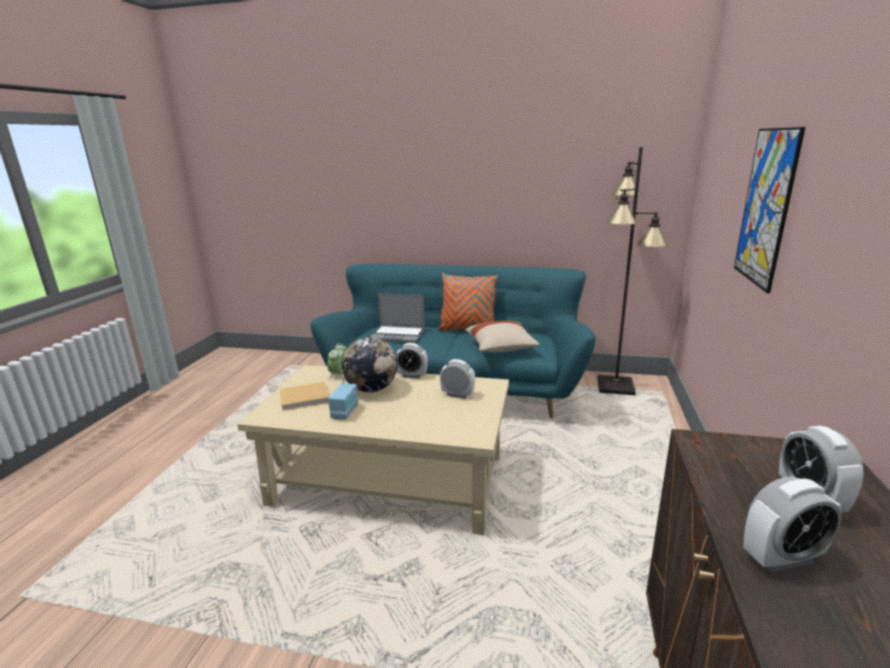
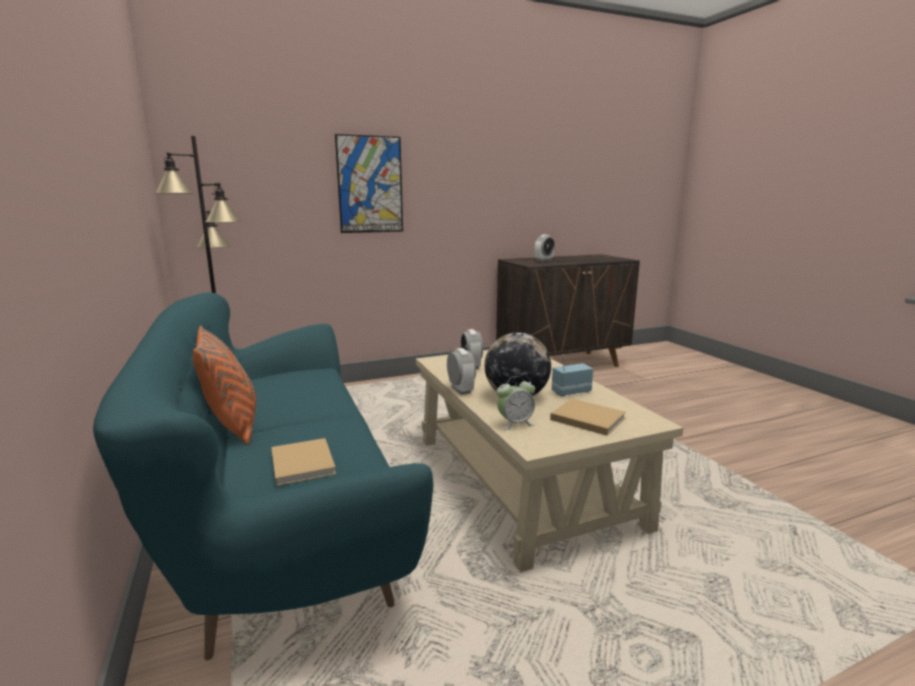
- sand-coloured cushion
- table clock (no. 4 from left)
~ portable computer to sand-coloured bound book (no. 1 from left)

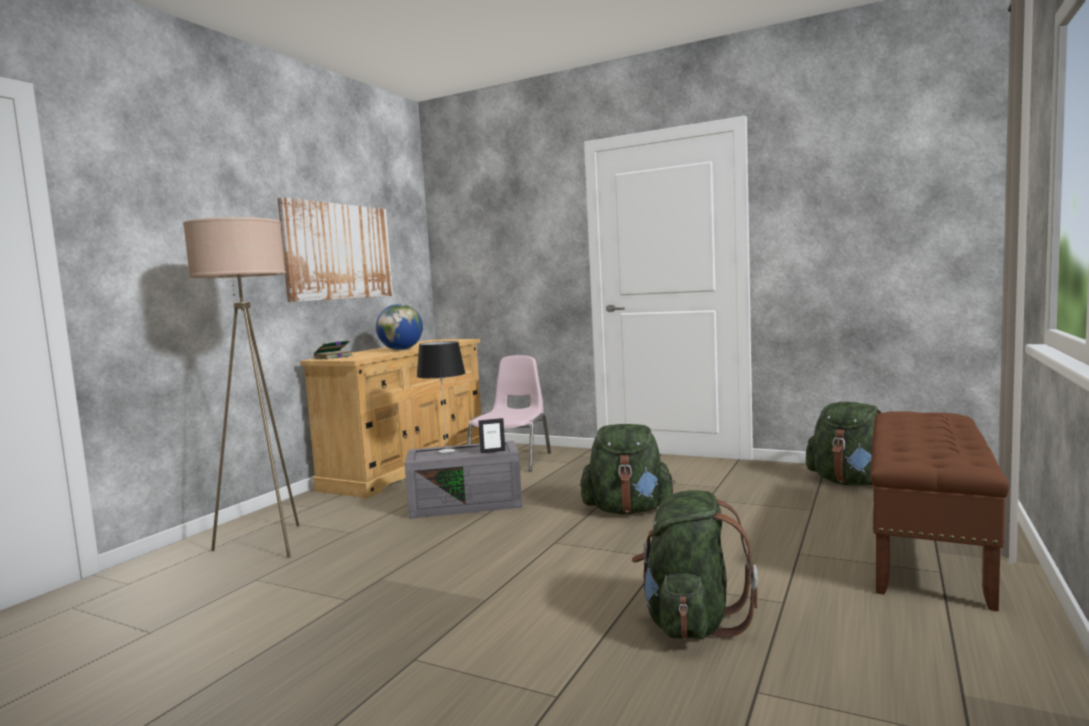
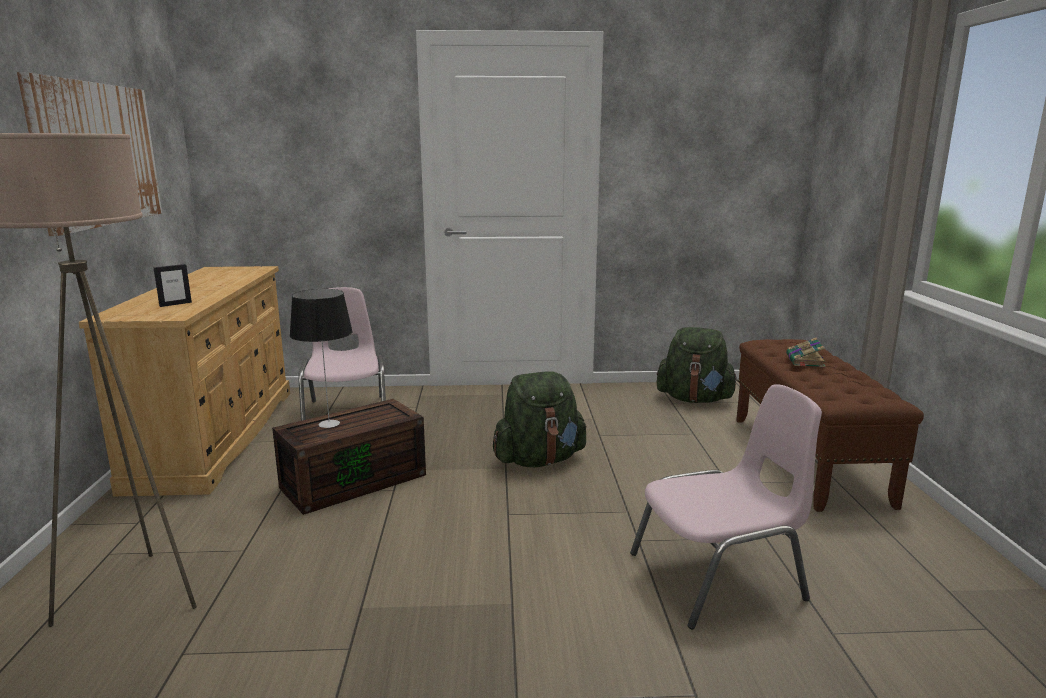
- desk globe
~ bound book
~ picture frame
~ green-coloured backpack (no. 2 from left) to pink-coloured chair (no. 2 from left)
~ gray storage box to brown storage box

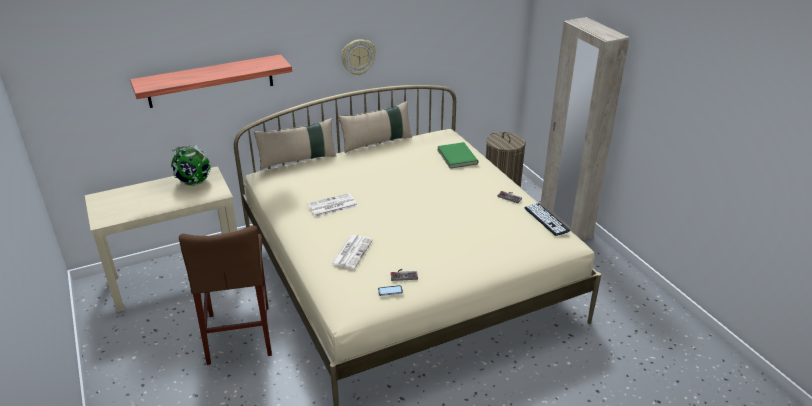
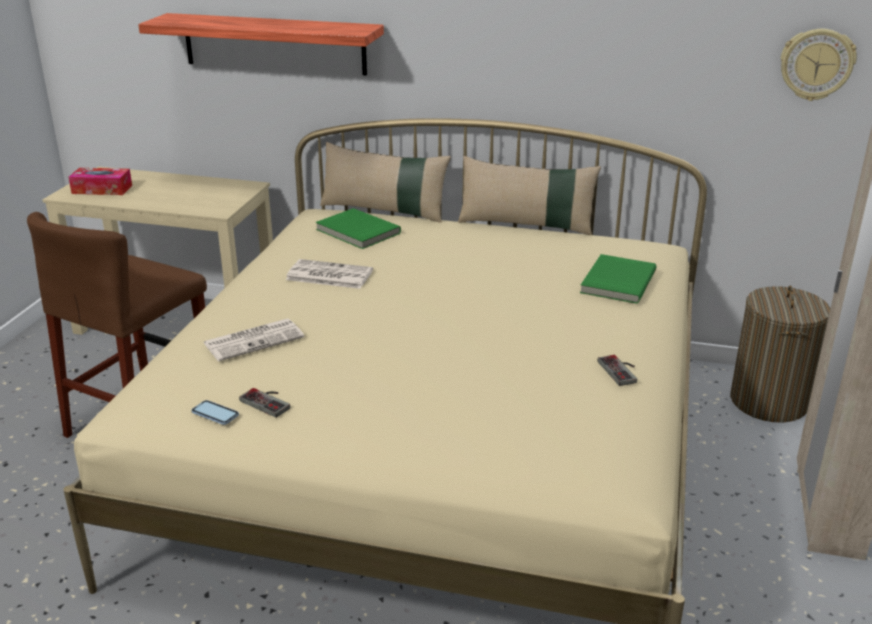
- desk globe
- PC keyboard
+ tissue box
+ green-coloured bound book (no. 1 from left)
~ wall clock

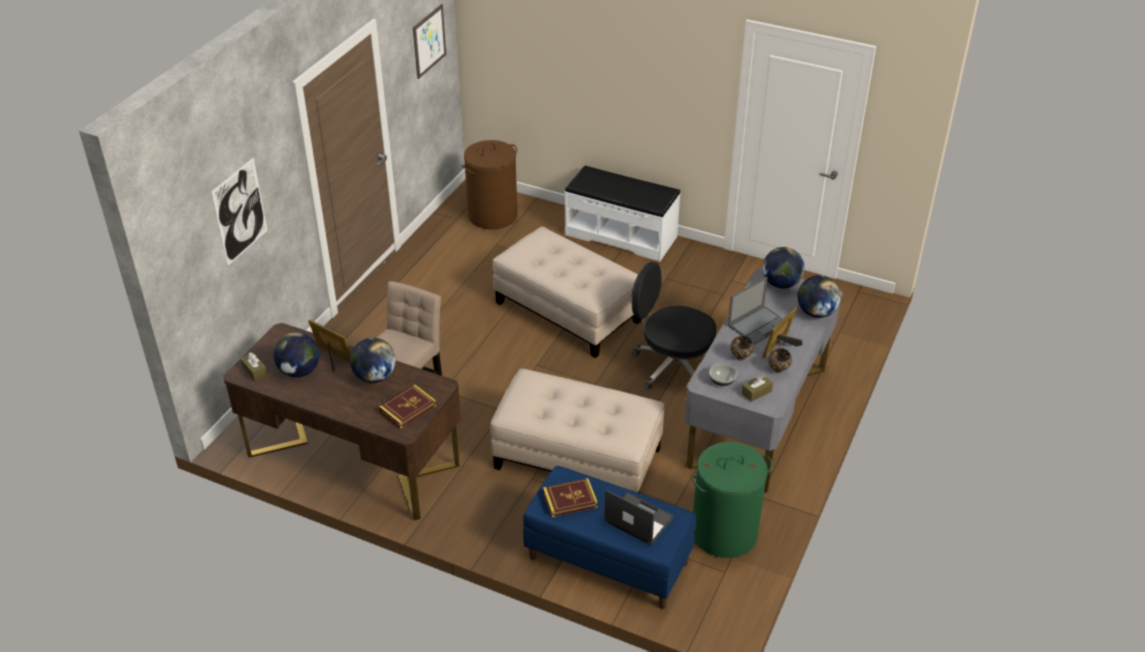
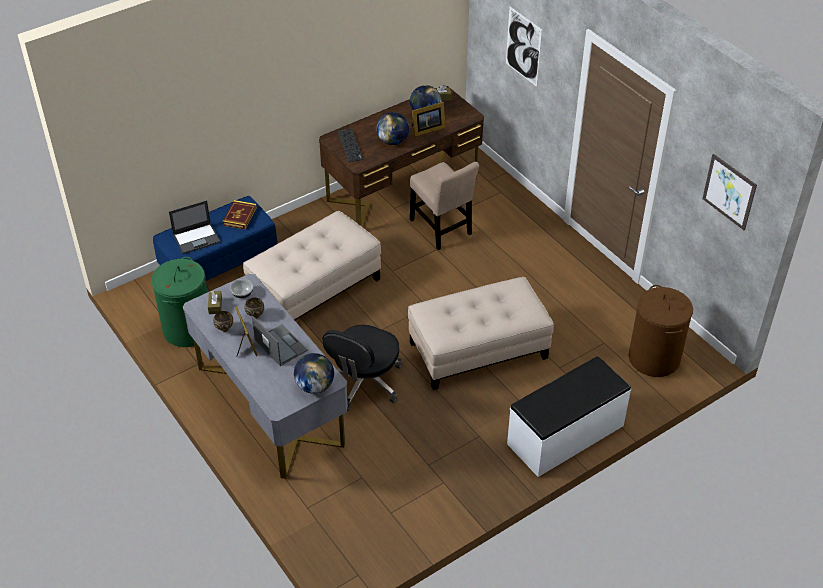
- desk globe (no. 4 from left)
~ bound book (no. 1 from left) to PC keyboard
~ black-coloured office chair 150 degrees clockwise
~ portable computer (no. 2 from left) 150 degrees clockwise

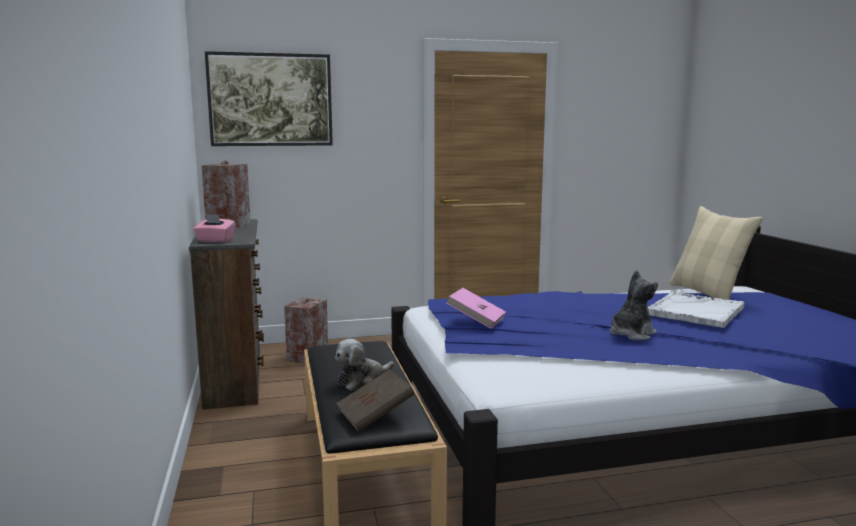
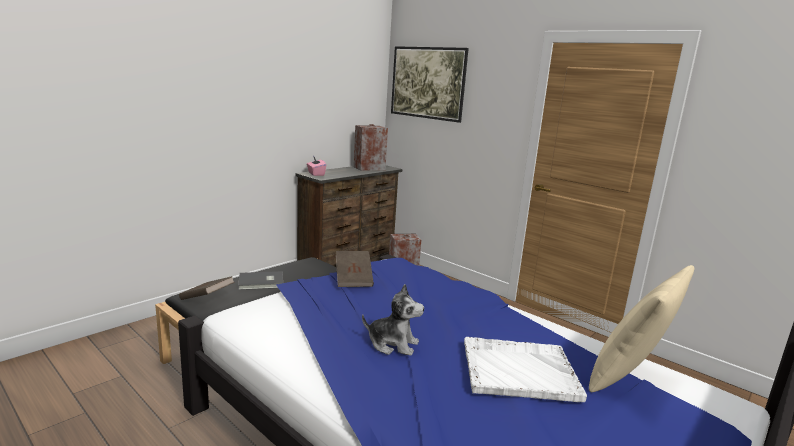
~ cuddly toy (no. 1 from left) to gray bound book
~ pink-coloured bound book to brown bound book (no. 2 from left)

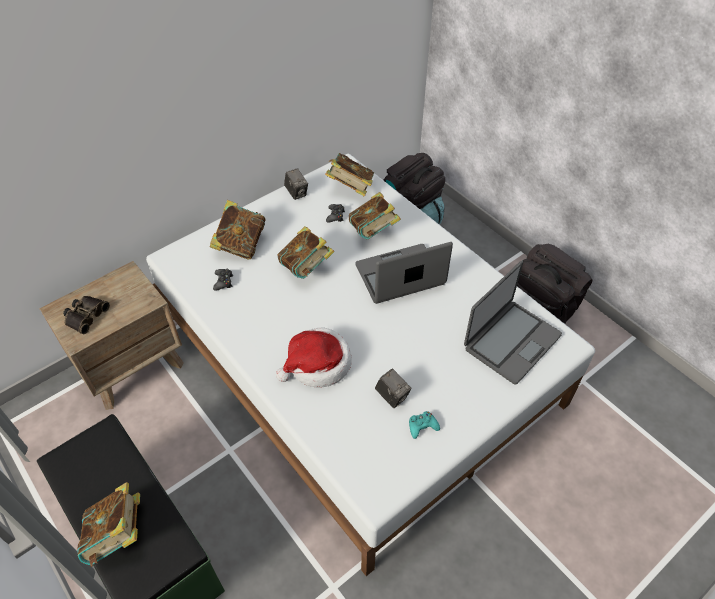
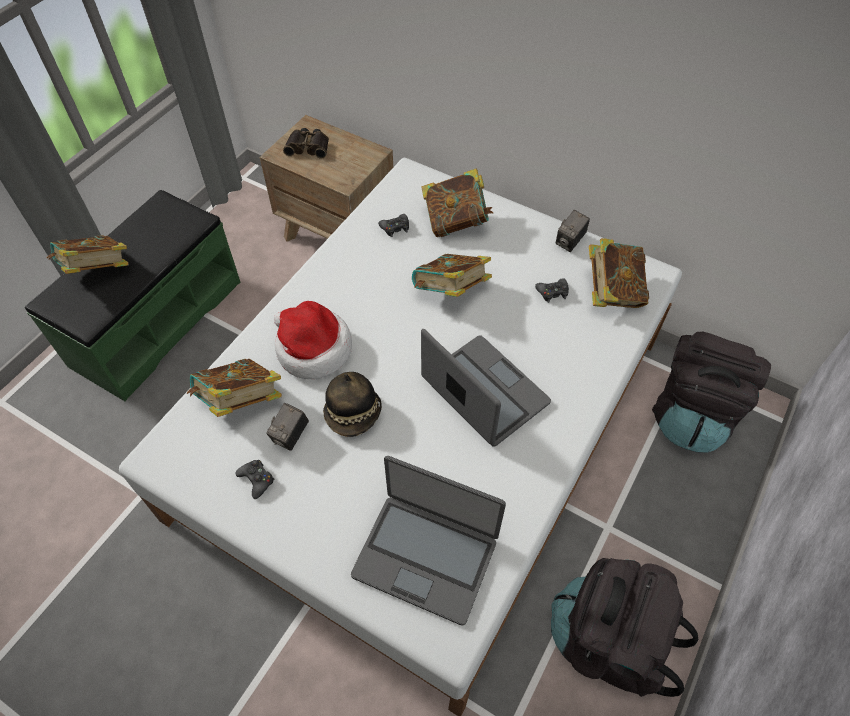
+ clothing hat (no. 2 from left)
~ bound book (no. 5 from left in the first image) to bound book (no. 2 from left)
~ turquoise gamepad to black-coloured gamepad (no. 1 from left)

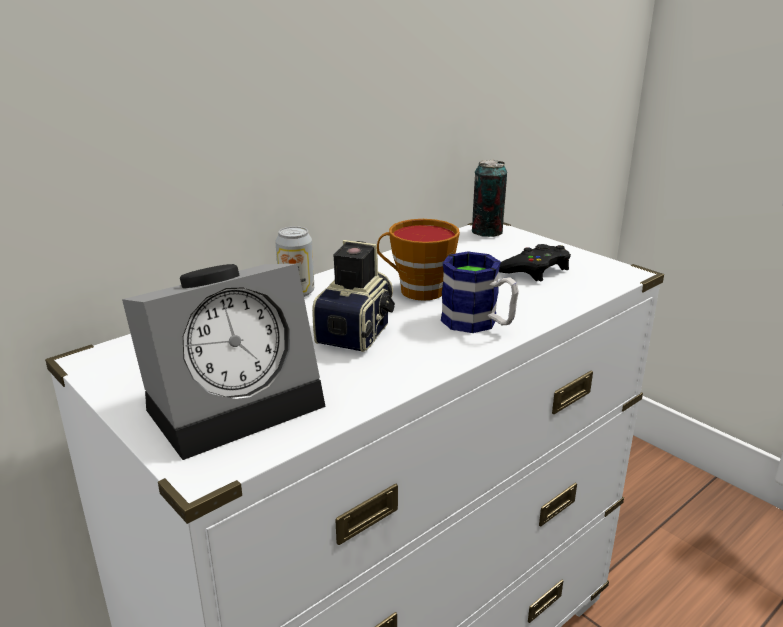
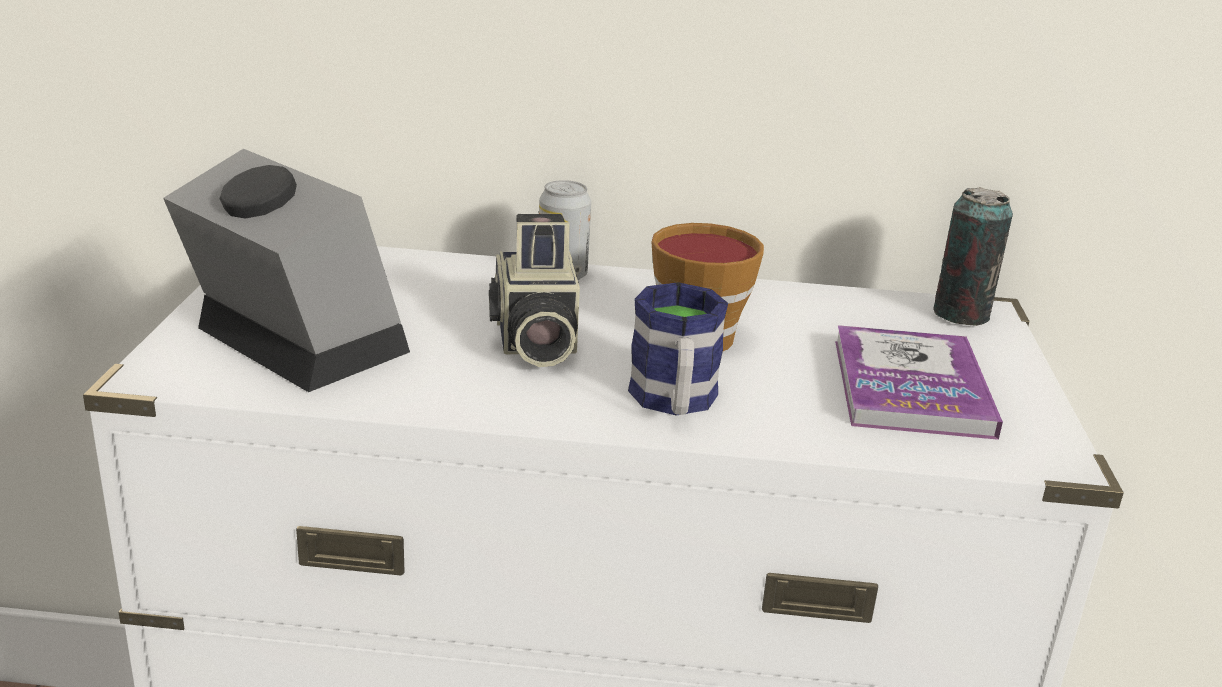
~ black-coloured gamepad to bound book
~ table clock 150 degrees counterclockwise
~ still camera 105 degrees clockwise

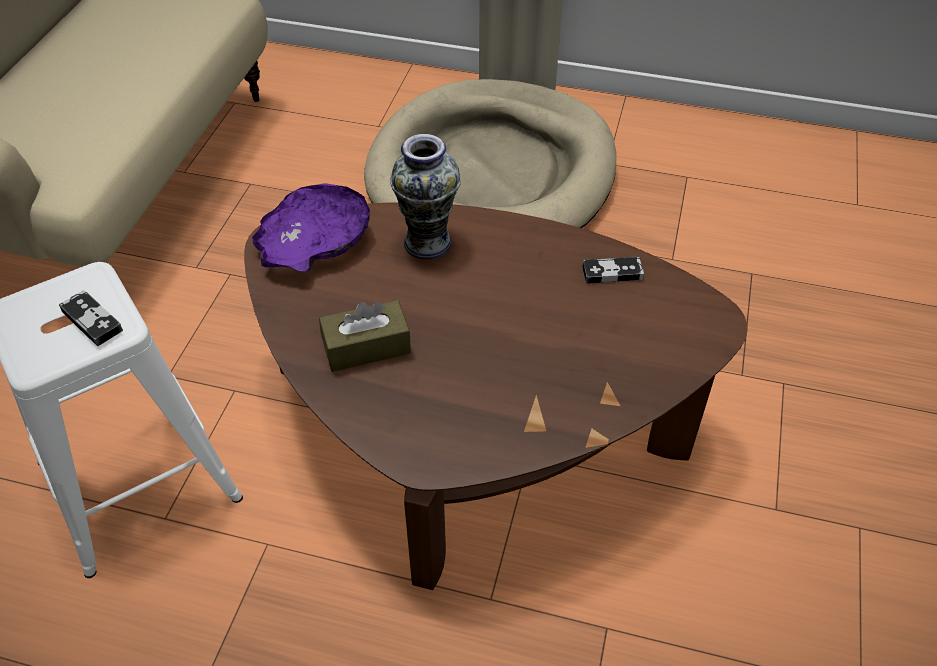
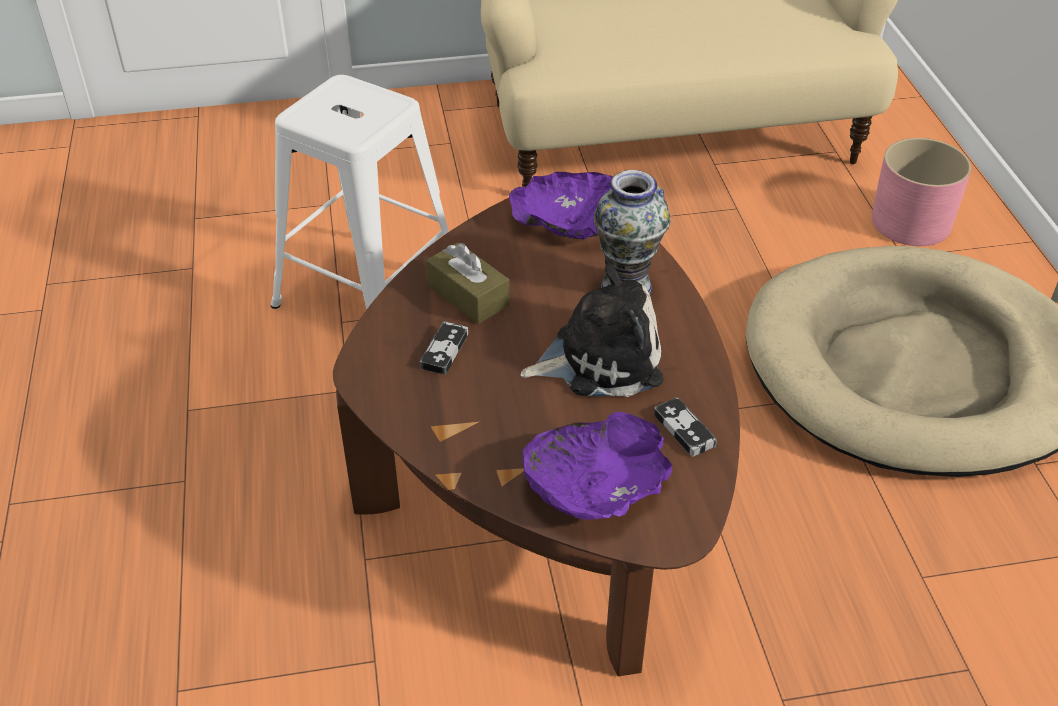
+ cuddly toy
+ purplish deep dish (no. 2 from left)
+ pink-coloured plant pot
~ gamepad (no. 1 from left)

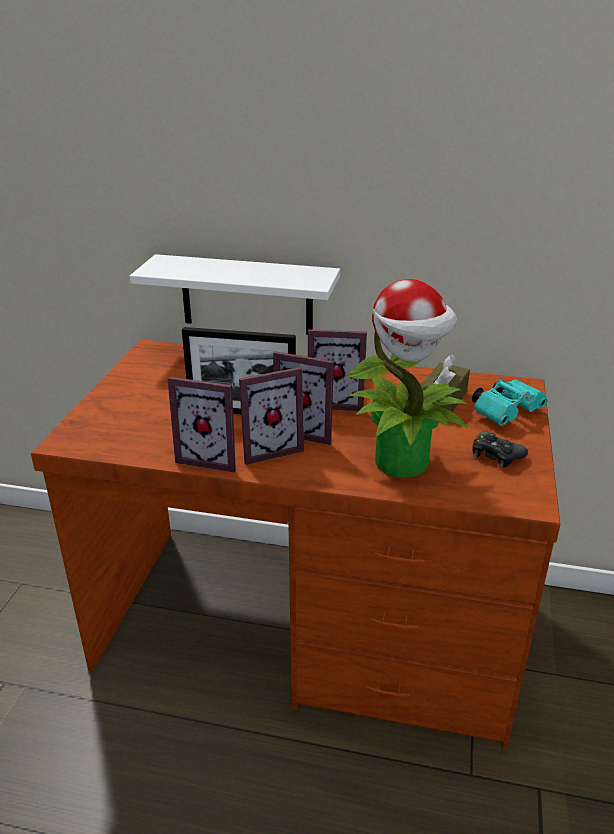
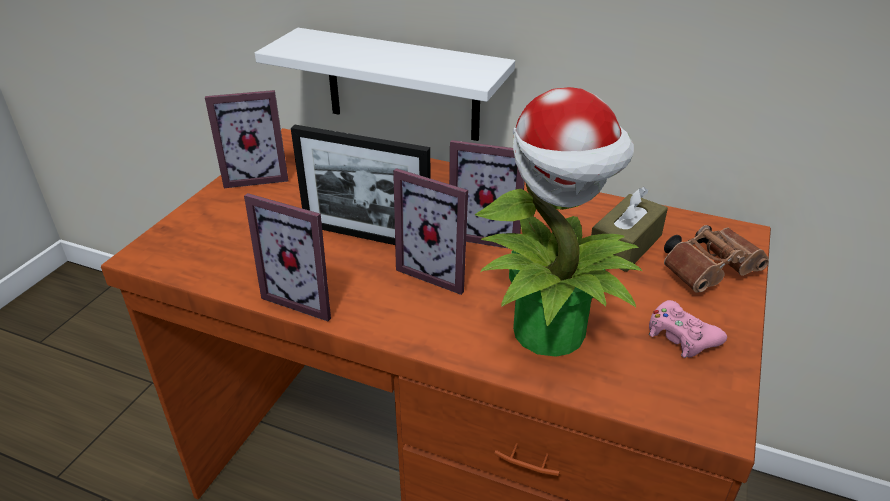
~ picture frame (no. 3 from left in the first image) to picture frame (no. 1 from left)
~ turquoise pair of binoculars to brown pair of binoculars
~ black-coloured gamepad to pink-coloured gamepad

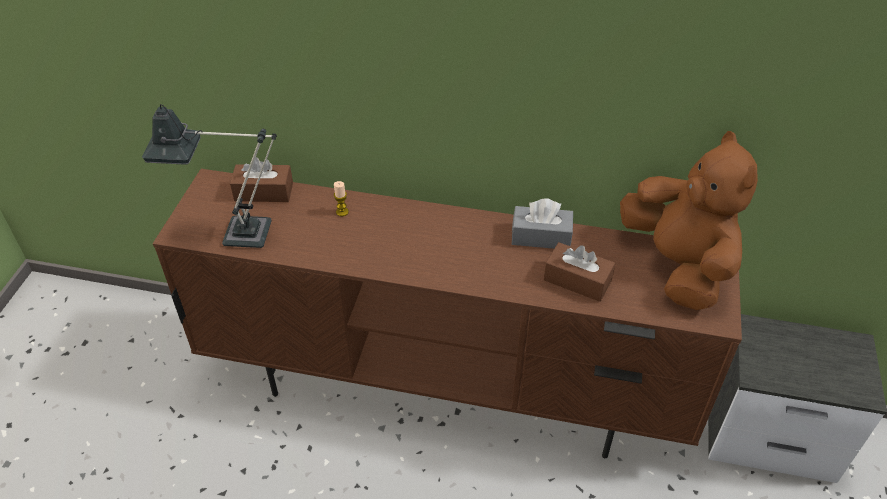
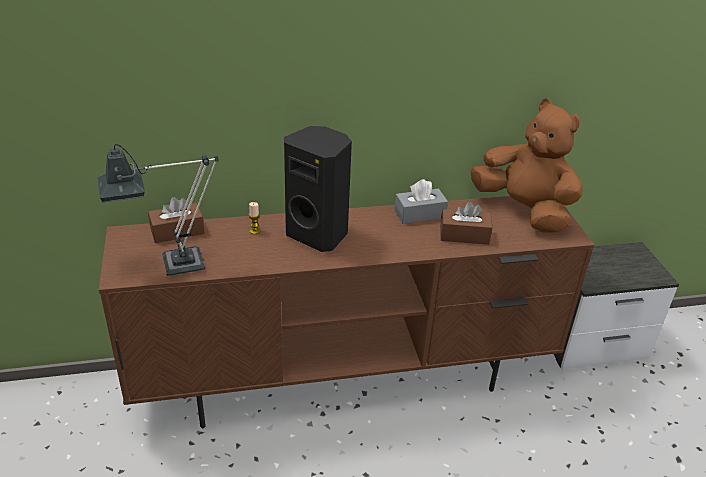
+ black-coloured audio speaker

